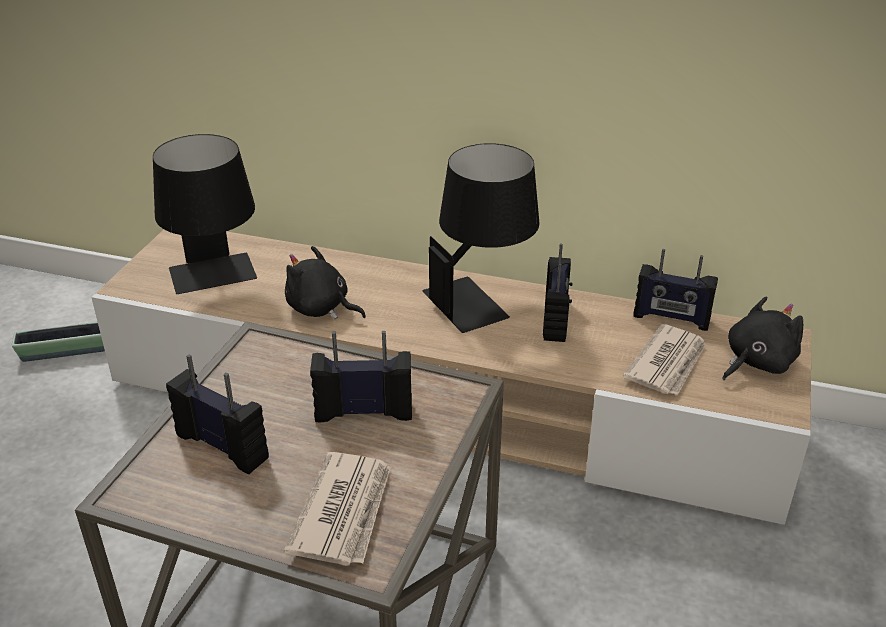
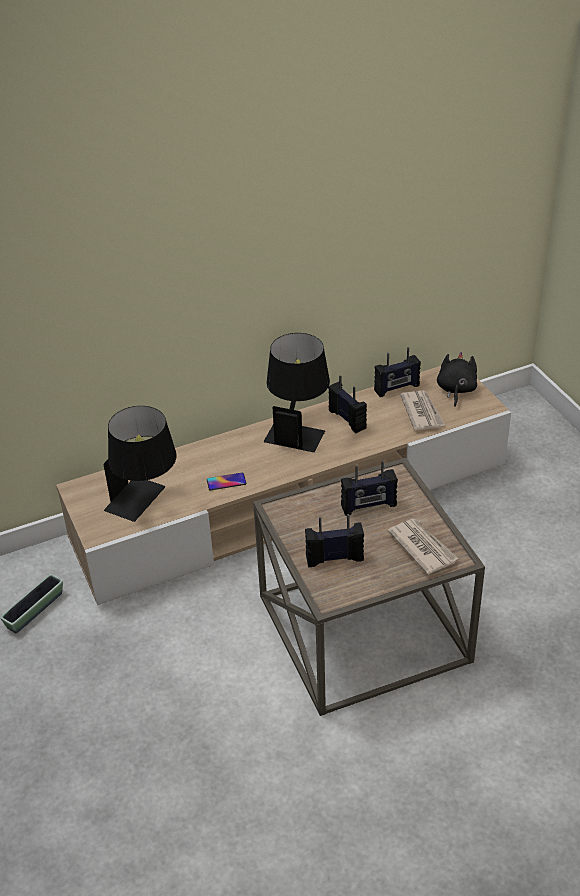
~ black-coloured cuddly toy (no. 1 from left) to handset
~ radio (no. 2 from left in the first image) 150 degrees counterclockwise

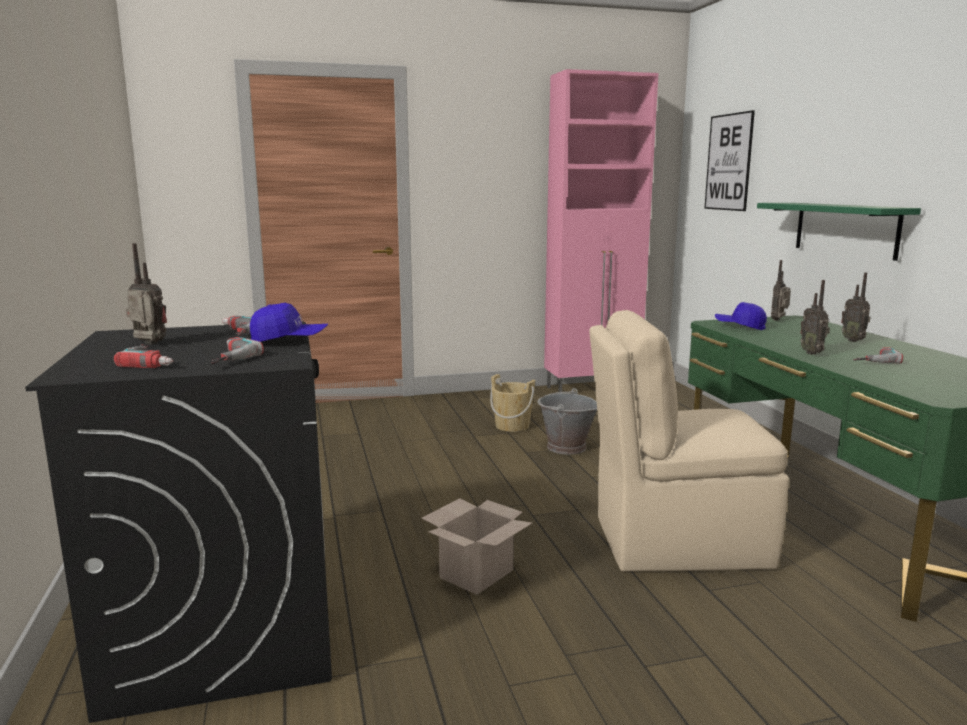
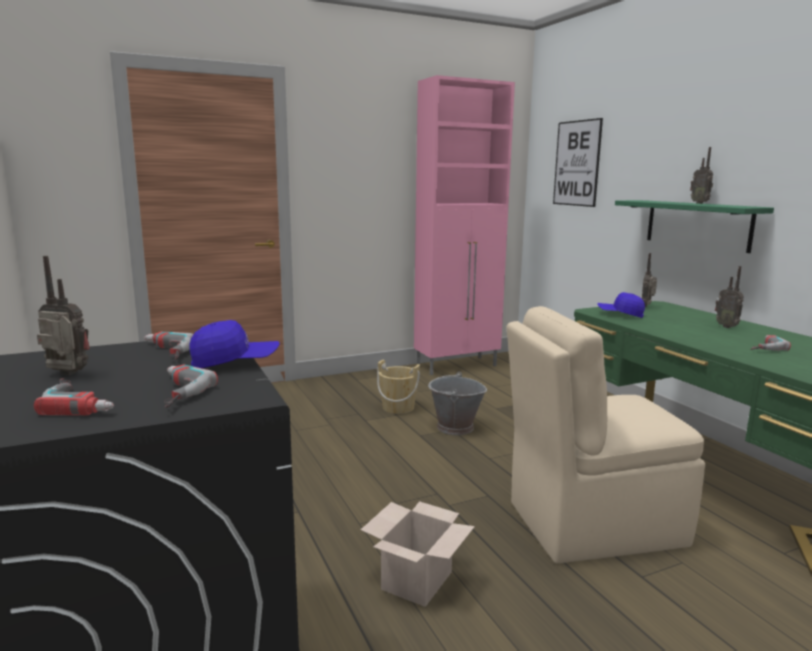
~ radio (no. 3 from left)

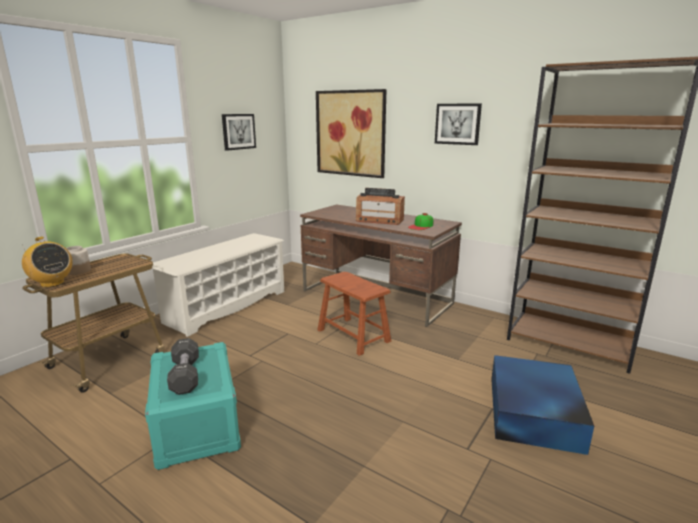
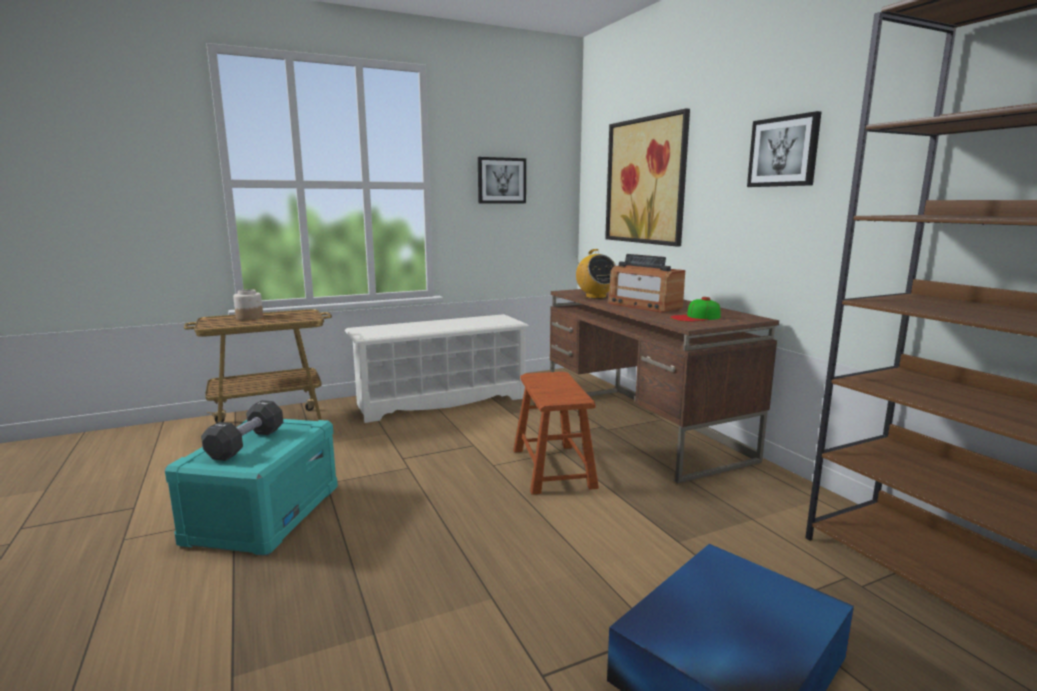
~ radio (no. 1 from left)

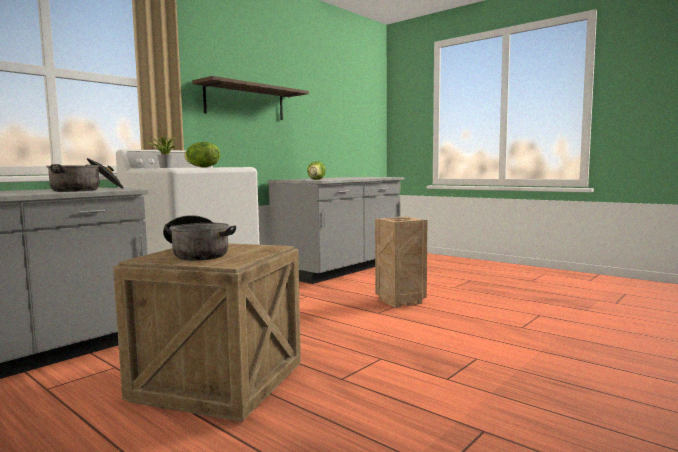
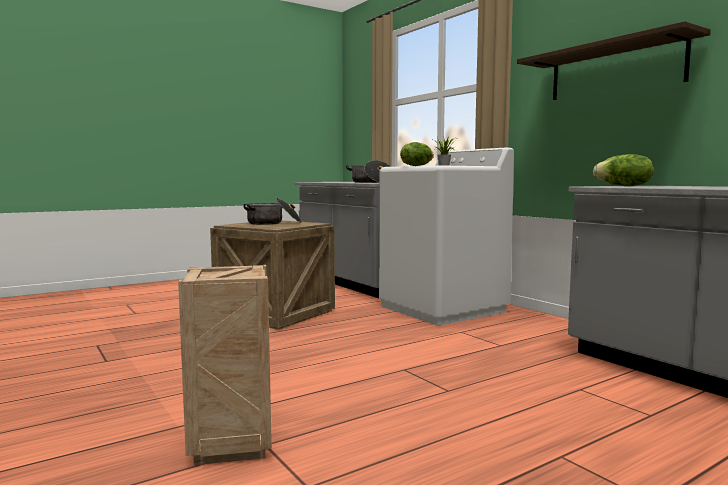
~ crate (no. 2 from left in the first image) to crate (no. 1 from left)

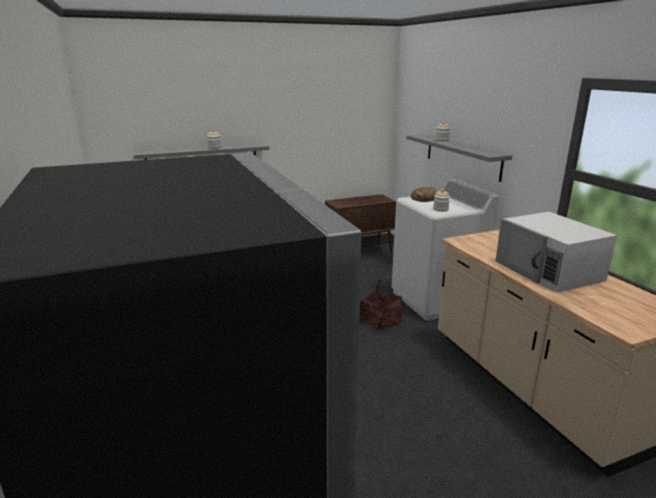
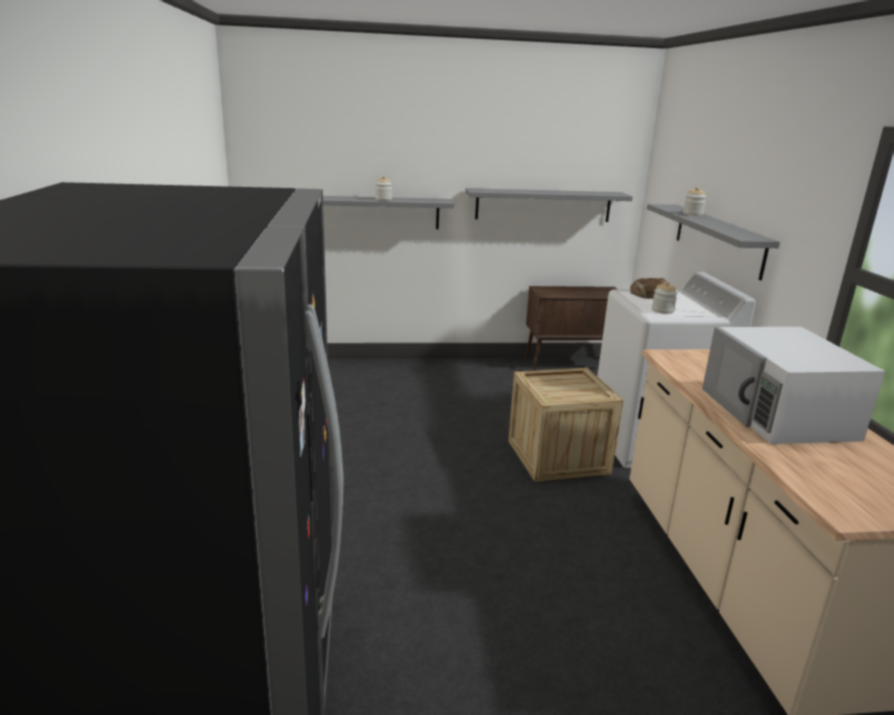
+ gray bracket shelf (no. 2 from left)
~ basket to crate

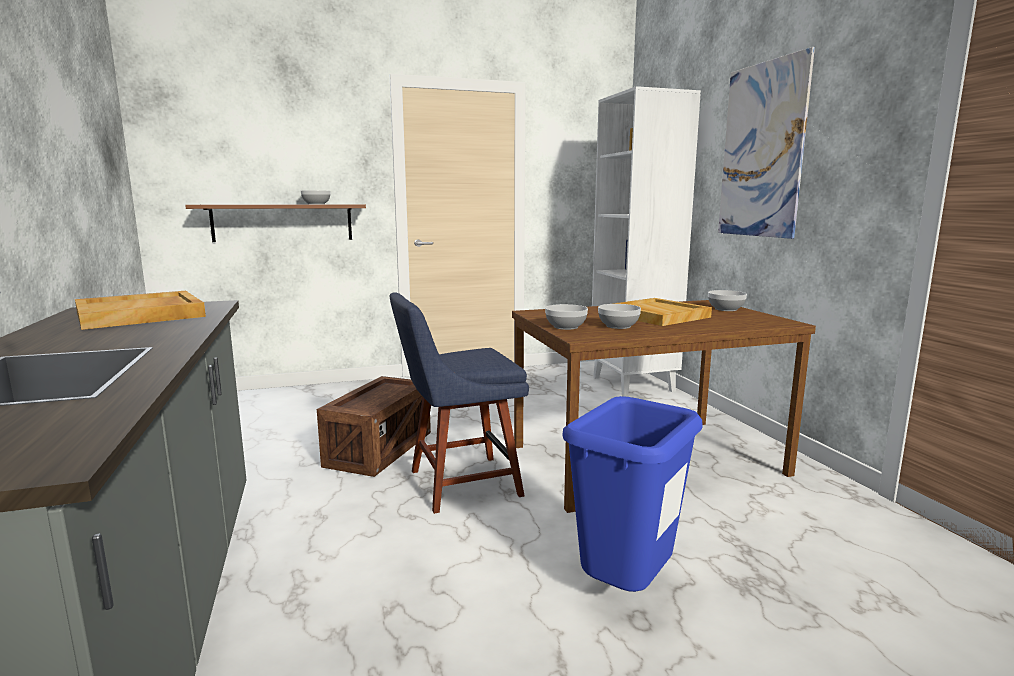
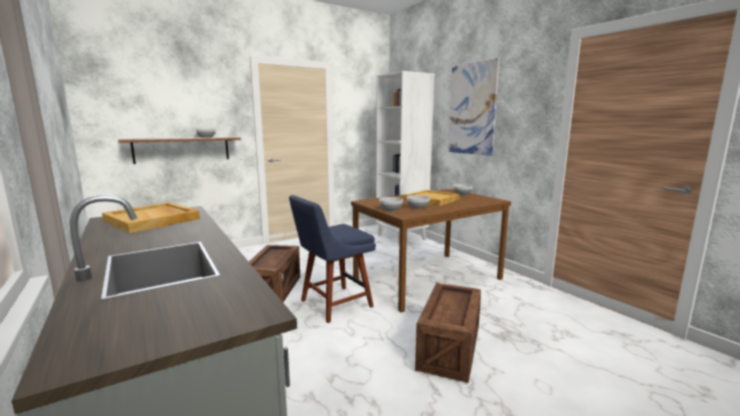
~ bluish waste bin to crate (no. 2 from left)

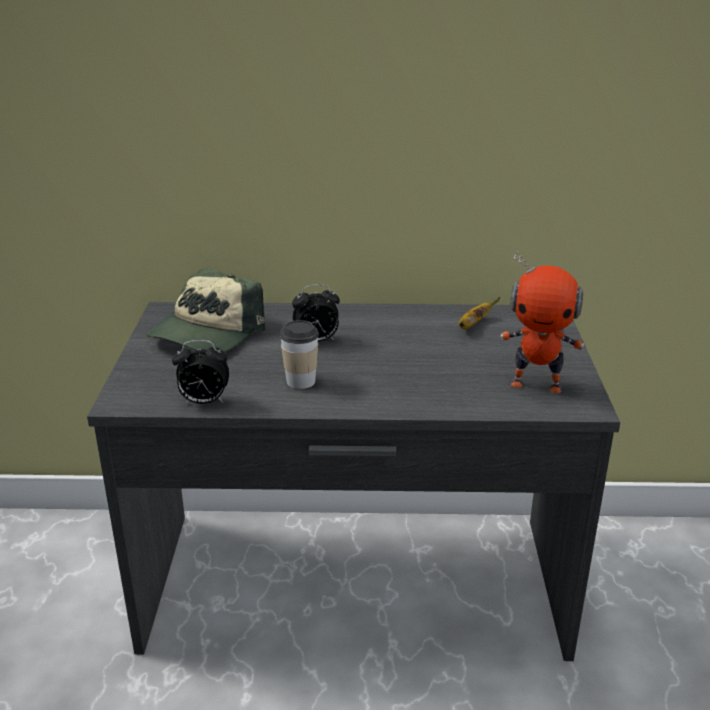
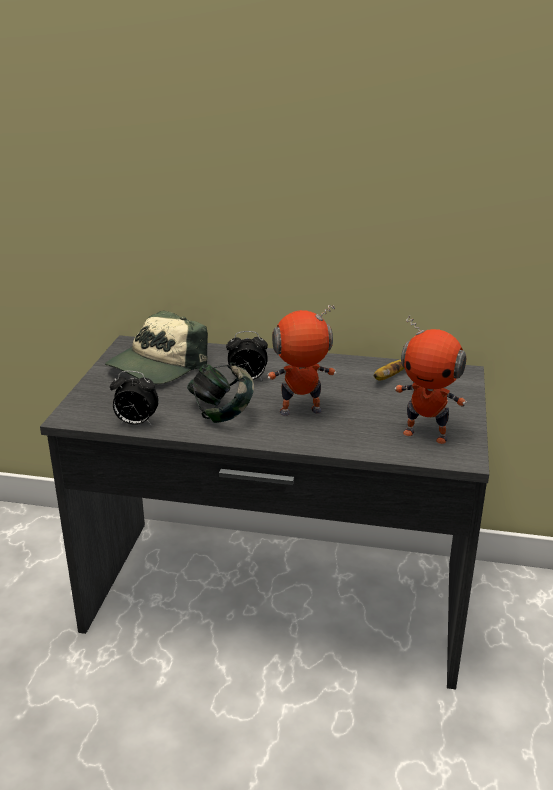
+ model robot (no. 1 from left)
~ drinking cup to pair of headphones

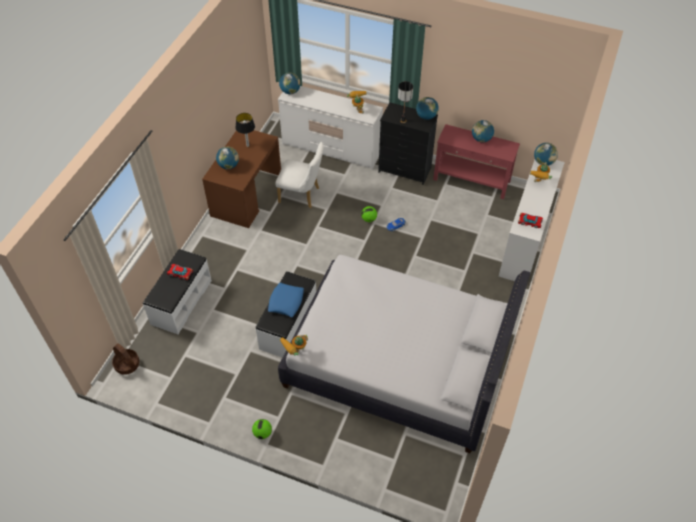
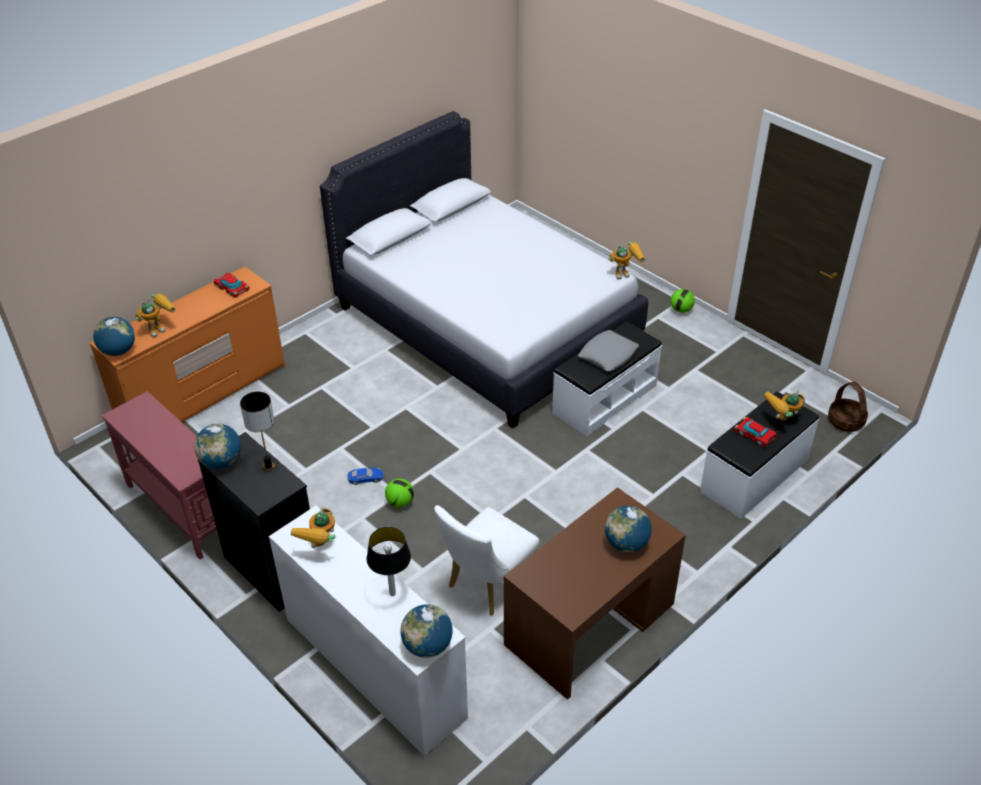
- desk globe (no. 4 from left)
+ model robot (no. 4 from left)
~ tabletop lamp (no. 1 from left in the first image) to tabletop lamp (no. 2 from left)
~ bluish cushion to gray cushion
~ white-coloured drawer chest (no. 2 from left) to orange drawer chest
~ white-coloured chair 90 degrees counterclockwise

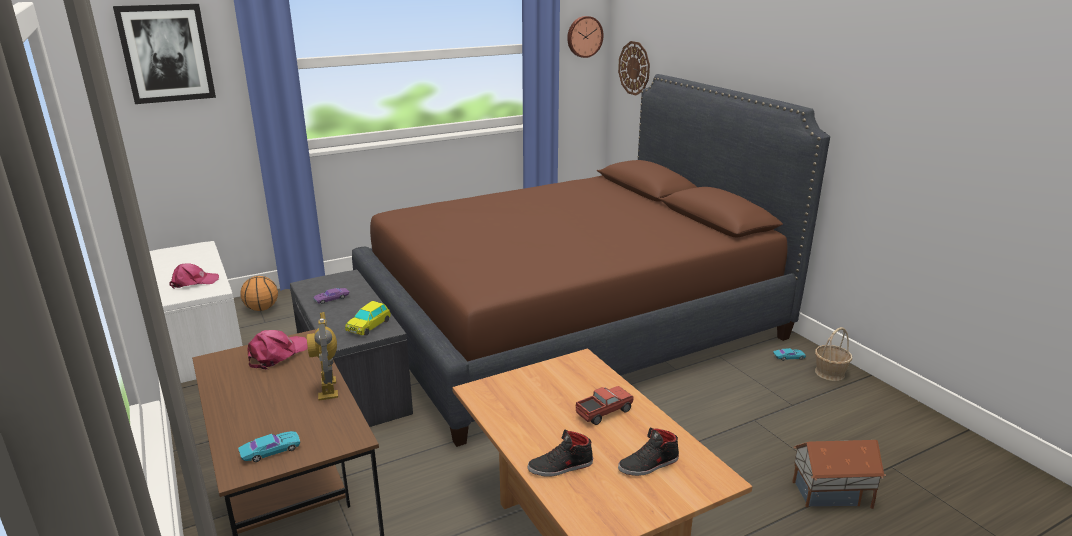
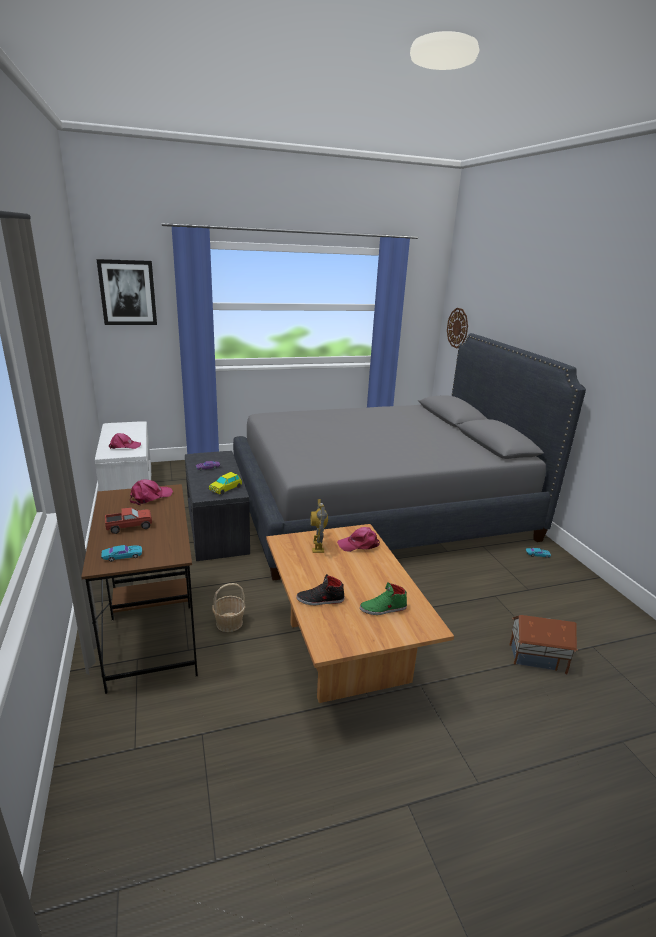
- basketball ball
- wall clock (no. 1 from left)
+ pink-coloured baseball cap (no. 3 from left)
~ model robot
~ toy lorry
~ basket
~ brown sleeping bed to gray sleeping bed
~ black-coloured low shoe (no. 2 from left) to green-coloured low shoe

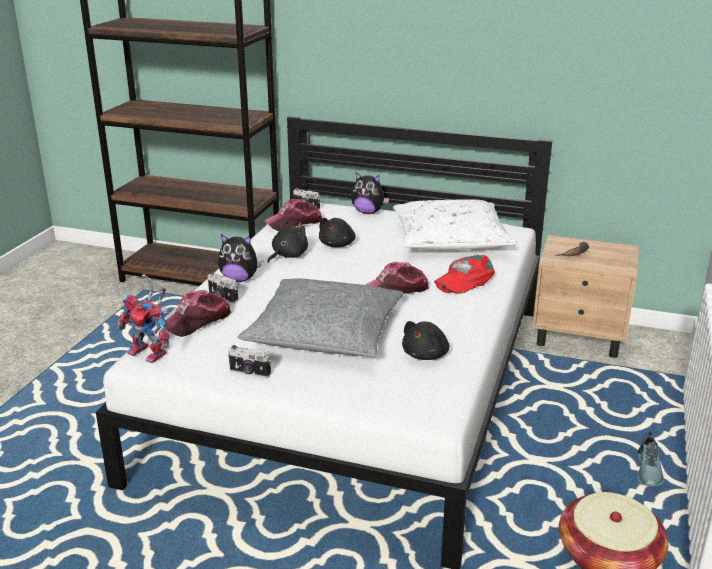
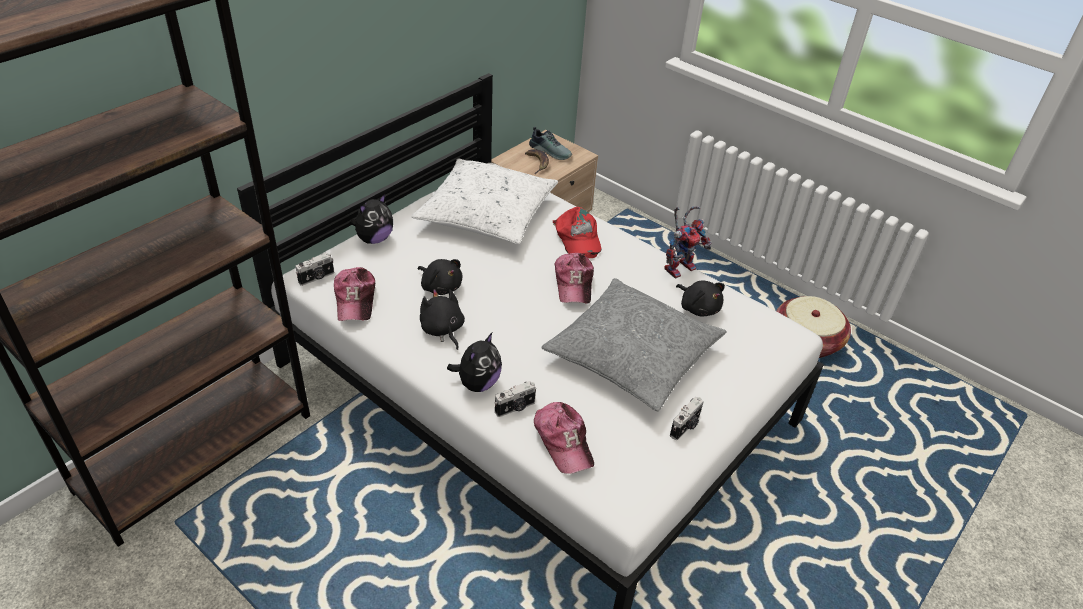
~ model robot
~ low shoe

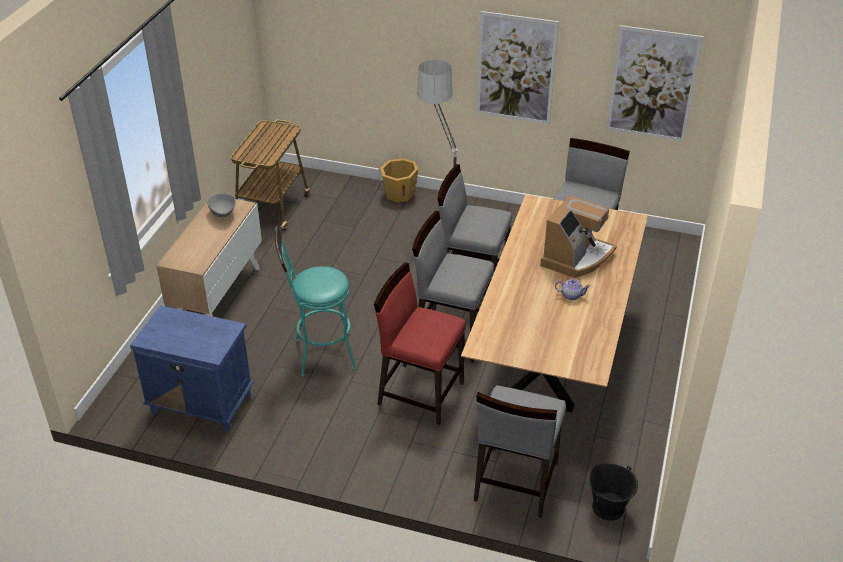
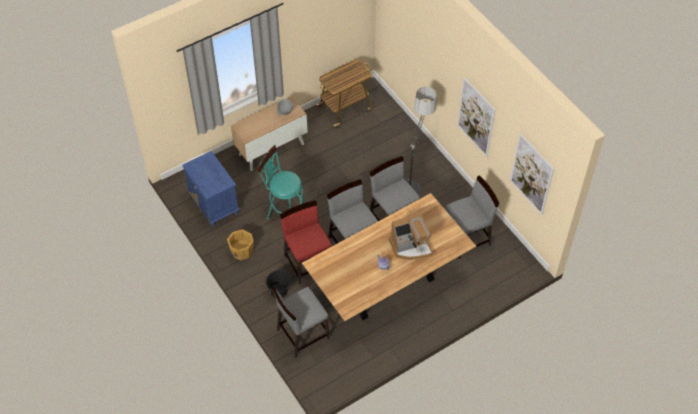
~ orange water bucket
~ black-coloured water bucket

